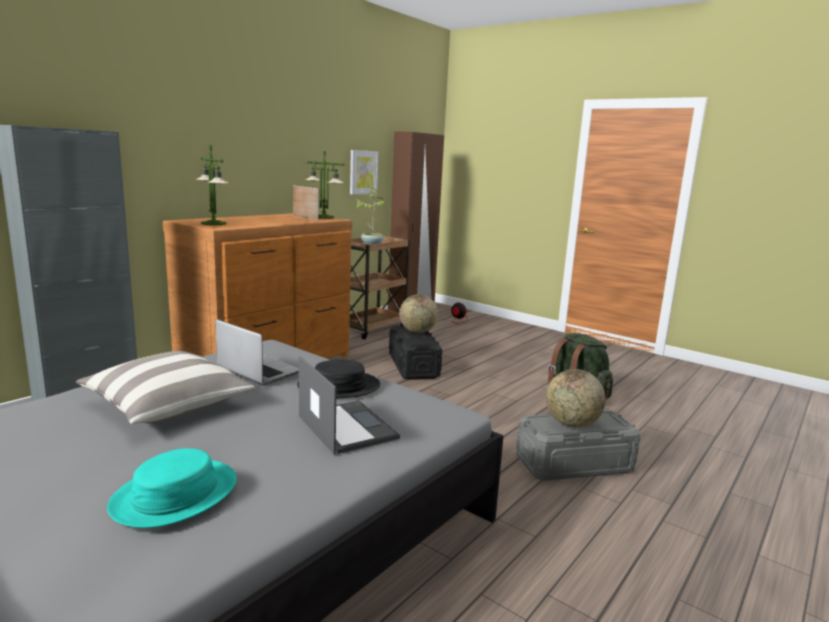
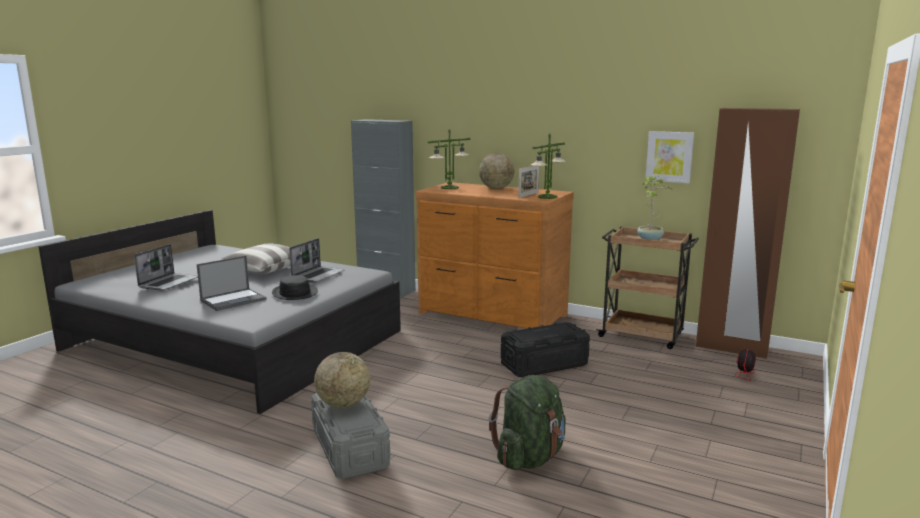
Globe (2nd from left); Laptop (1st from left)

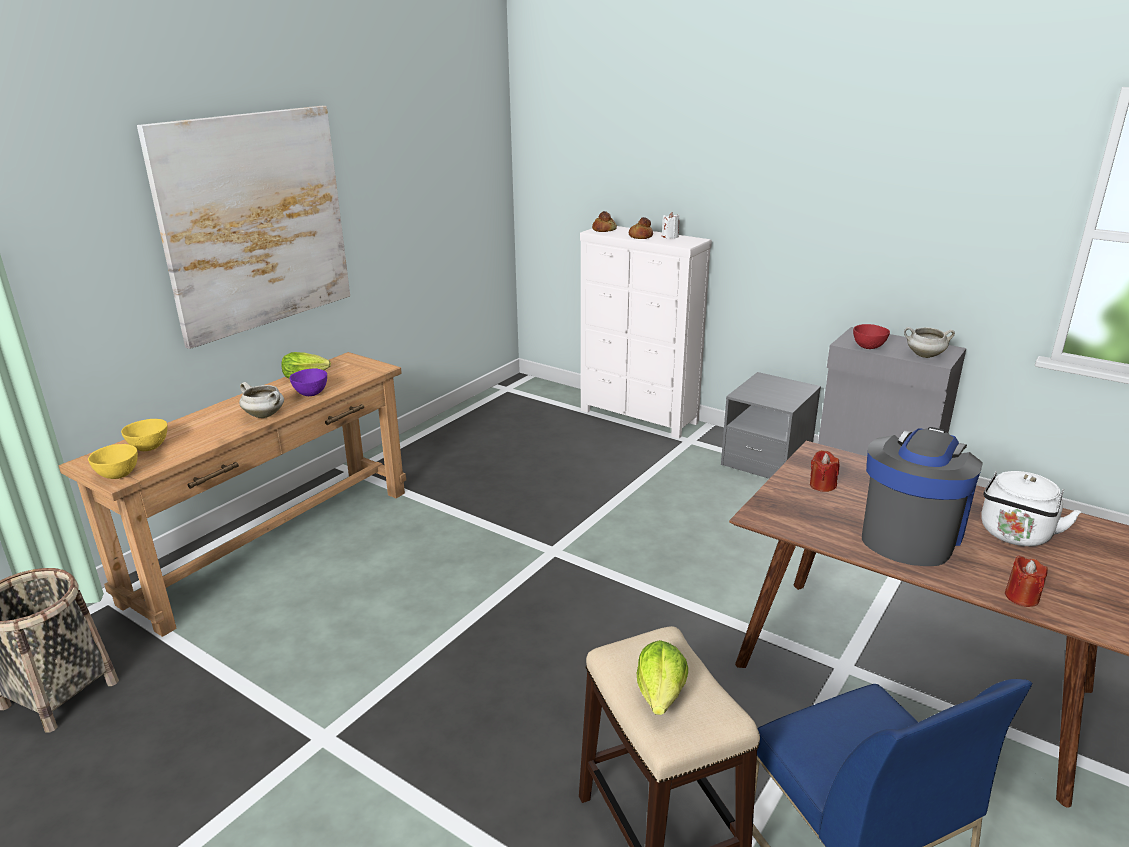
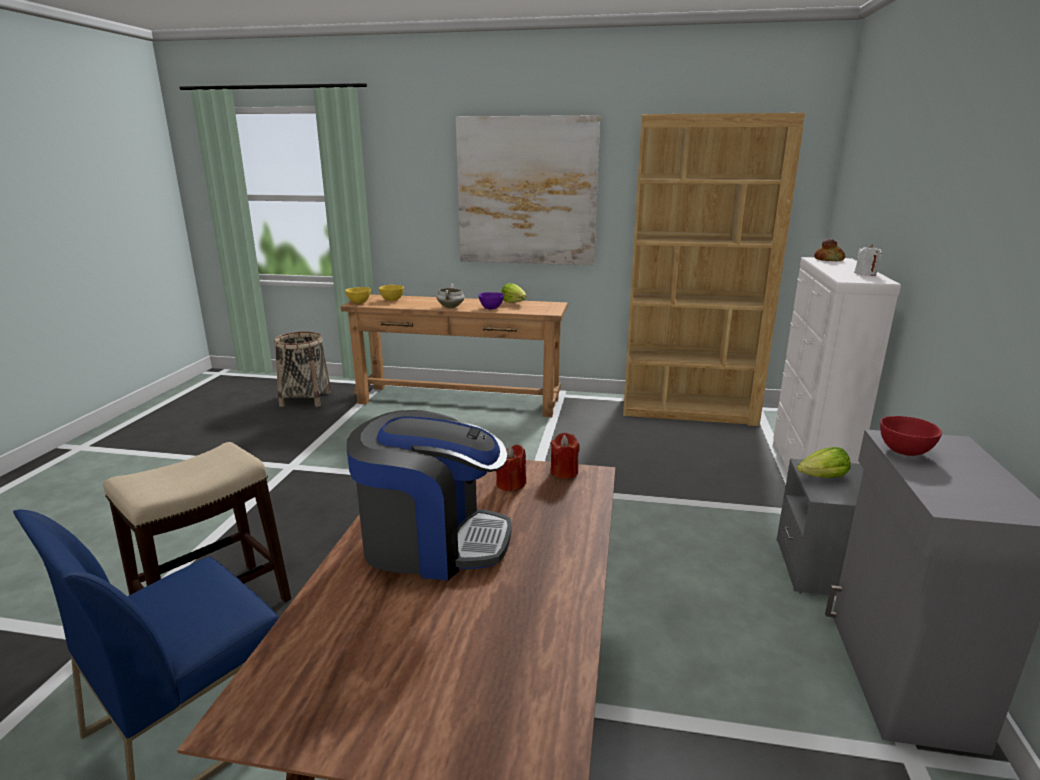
Bread (2nd from left in the first image); WhitishSaucepot (2nd from left in the first image); WhitishTeaKettle; BrownishShelvingUnit; LettuceHead (2nd from left); ReddishWaxLight (2nd from left)

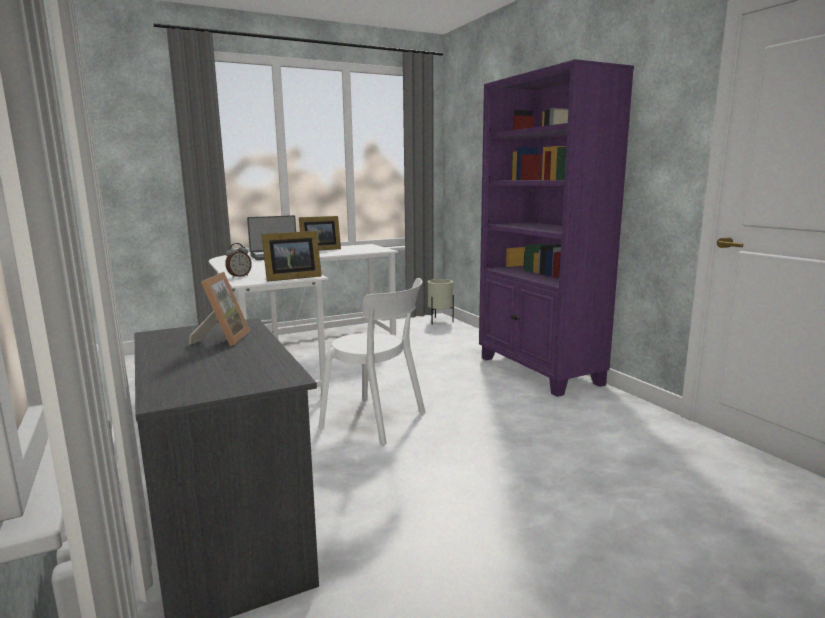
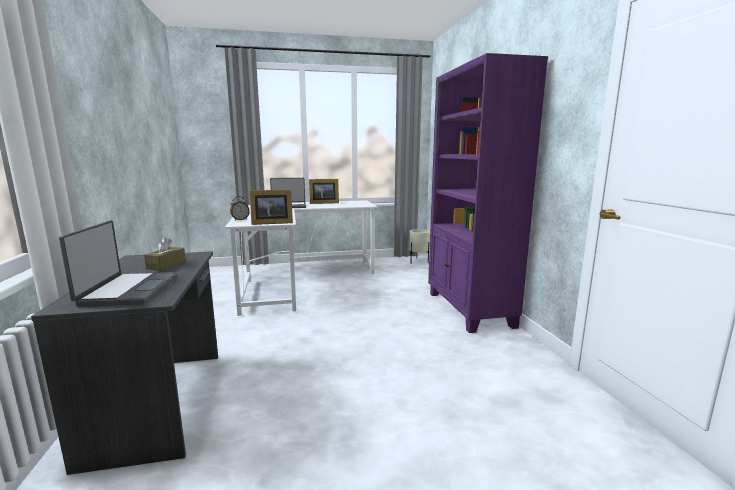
WhitishChair; Laptop (1st from left); BrownishBoxOfTissues

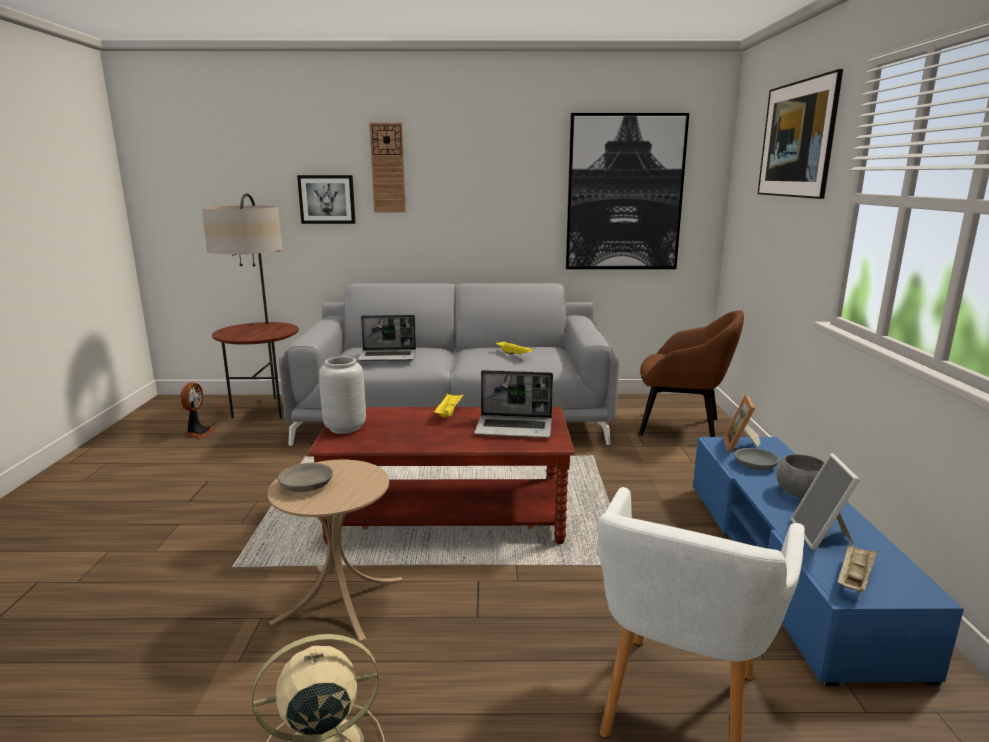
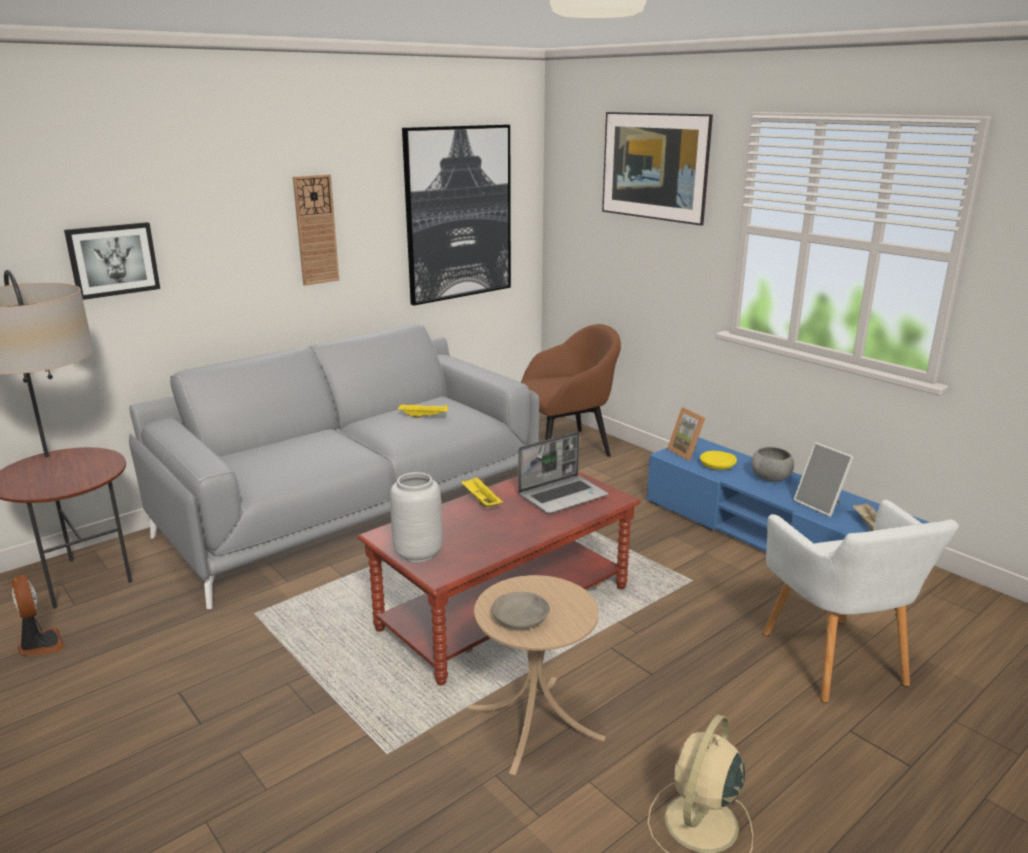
Laptop (1st from left in the first image); WallClock; YellowColouredServingBowl

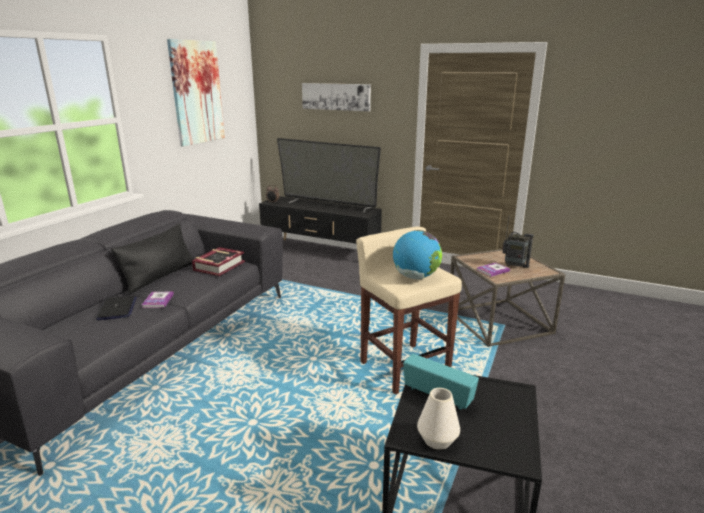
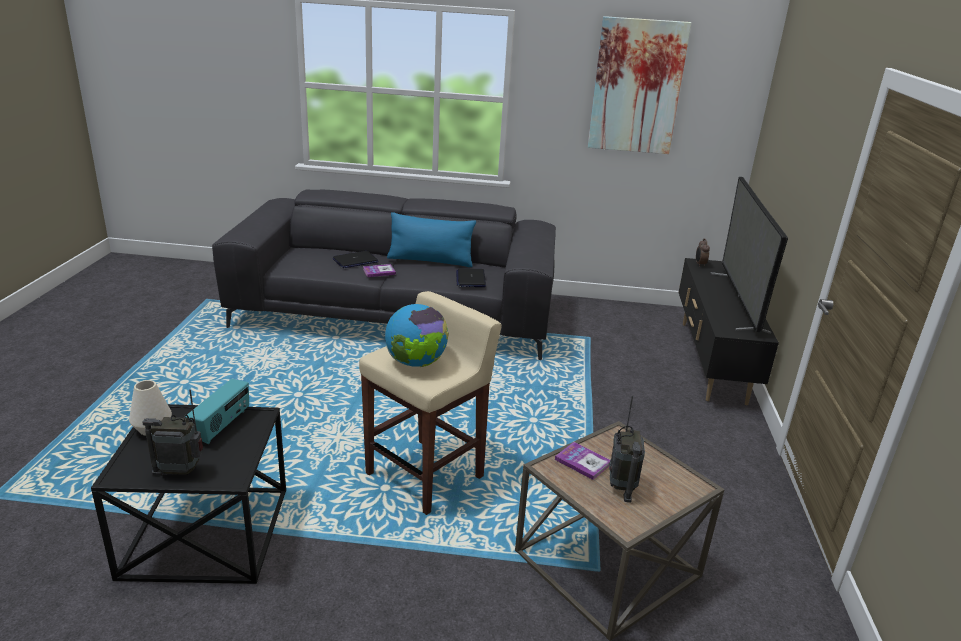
WallPicture (2nd from left in the first image); RadioSet (1st from left); Laptop (2nd from left); BlueColouredThrowPillow

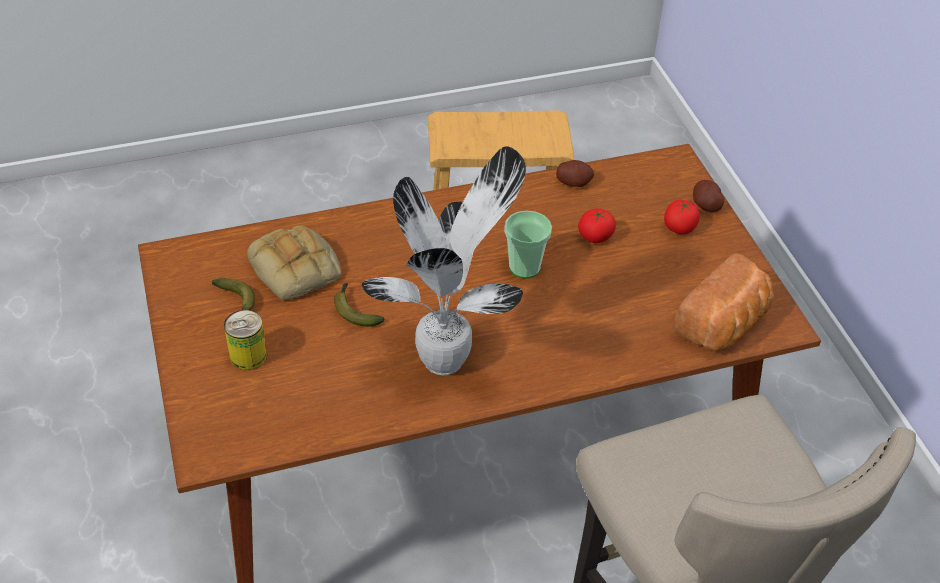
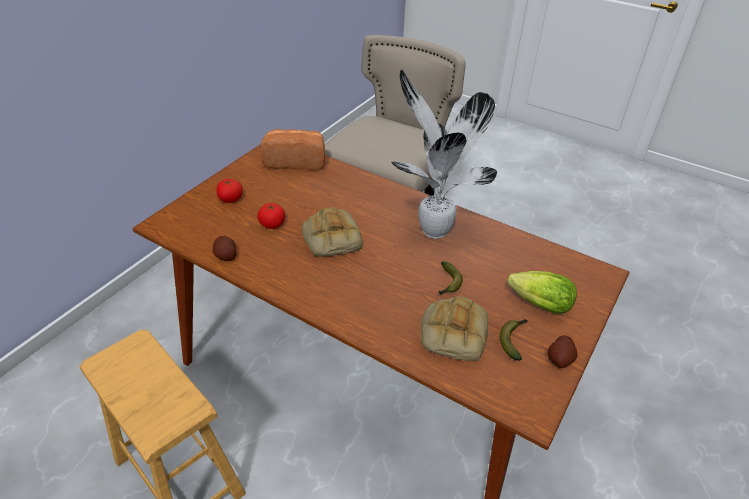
Potato (2nd from left); LettuceHead; Bread (2nd from left)

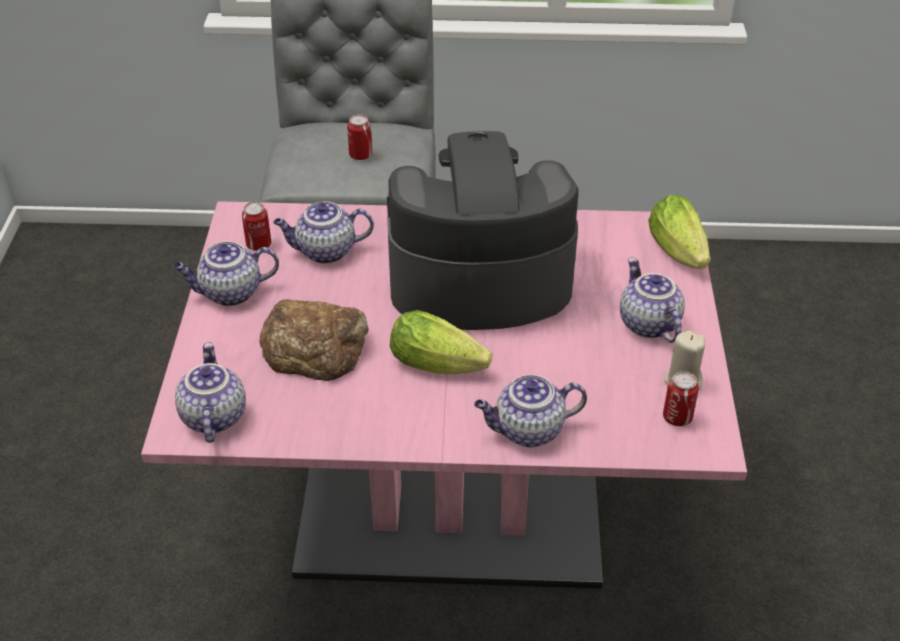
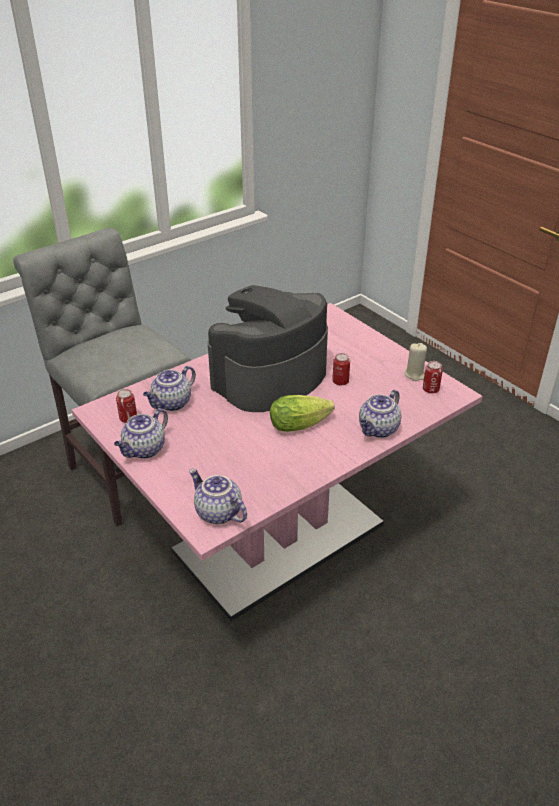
Bread; PotForTea (5th from left in the first image); LettuceHead (2nd from left in the first image); Can (2nd from left)

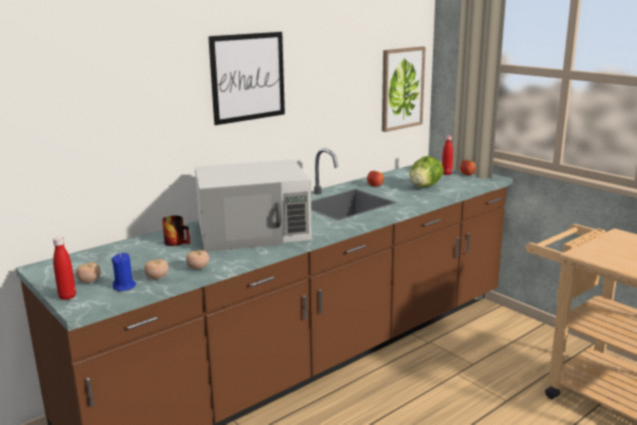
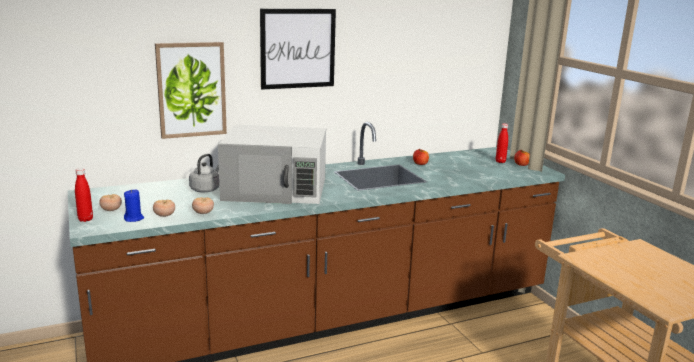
LettuceHead; WallPicture (1st from left); GreyishTeaKettle

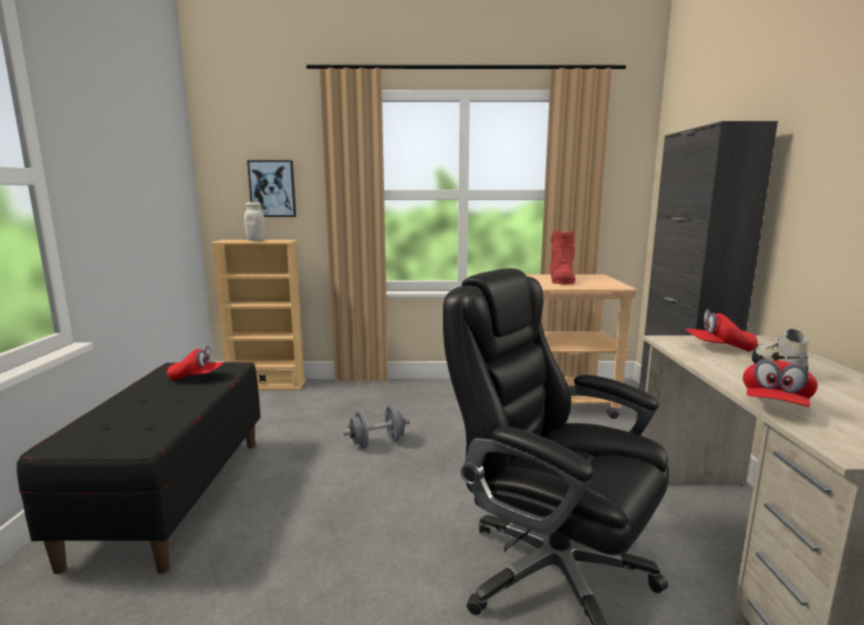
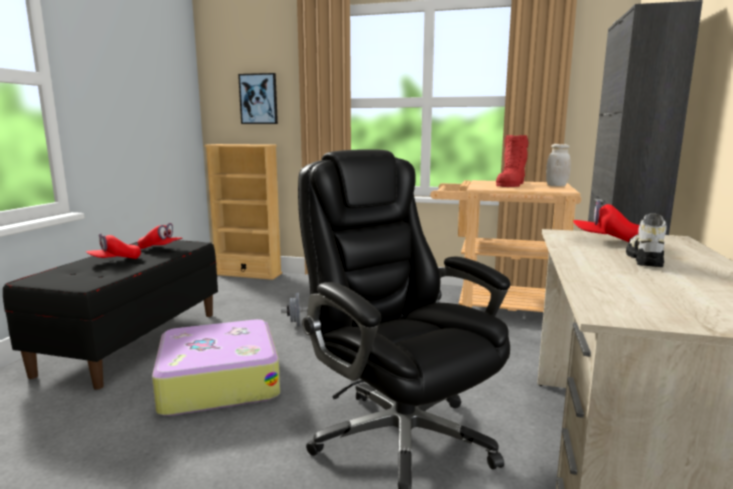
Suitcase; WhitishJar; ReddishCap (1st from left)

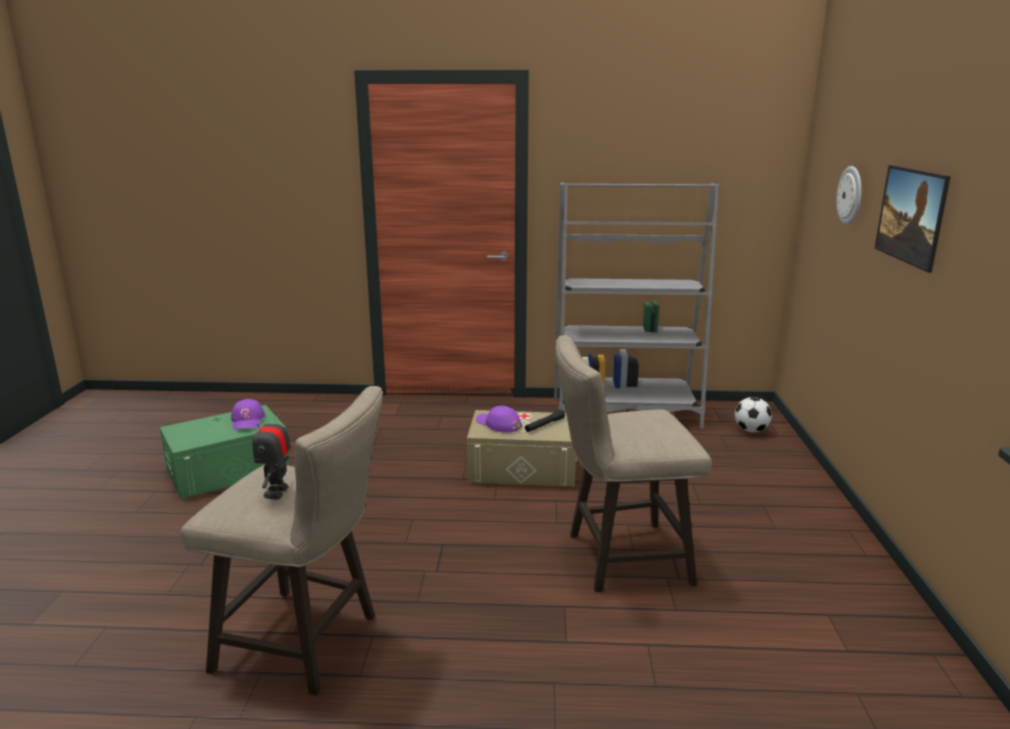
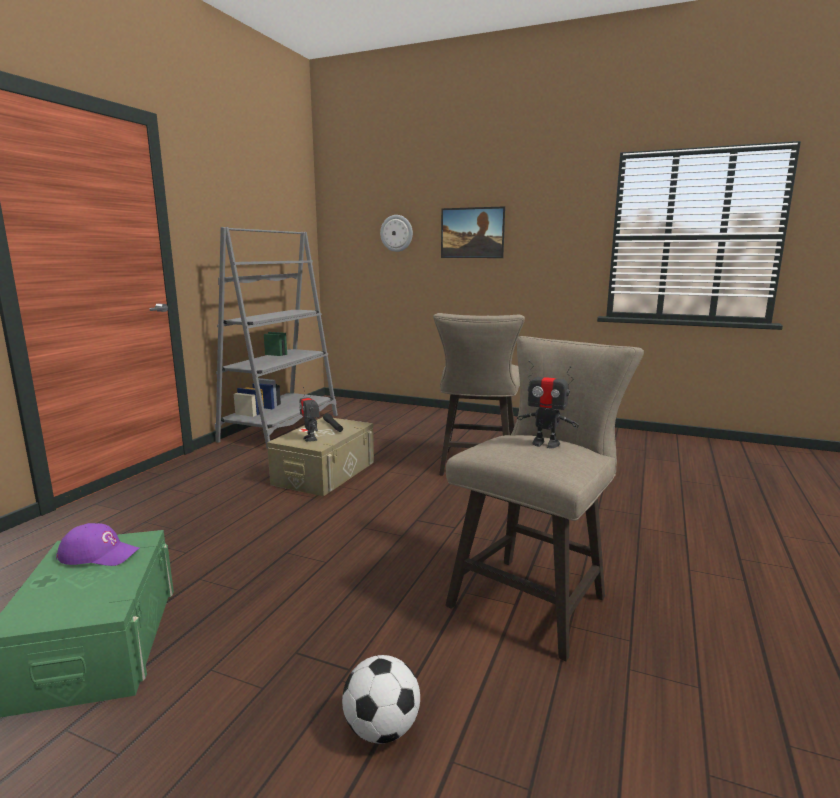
FootballBall; ToyRobot (1st from left)

